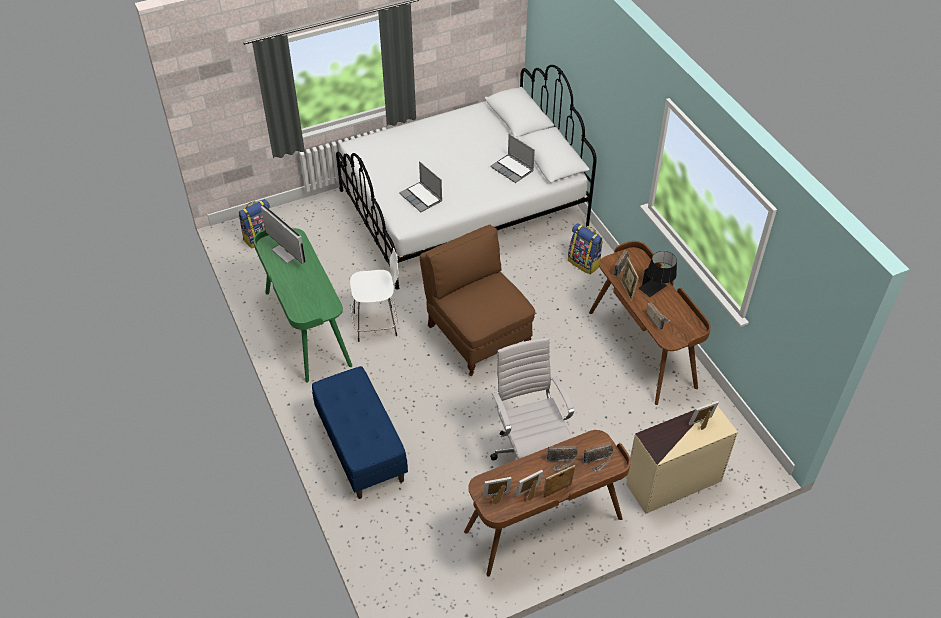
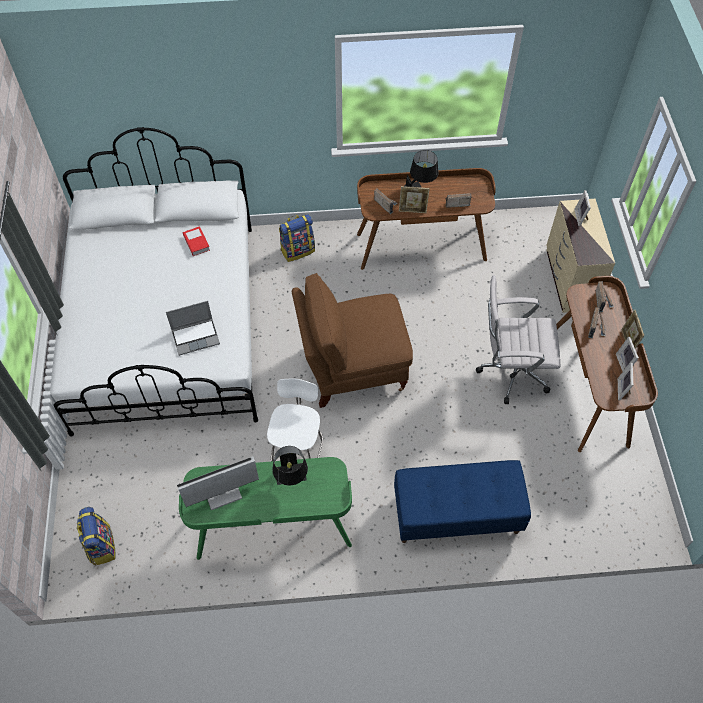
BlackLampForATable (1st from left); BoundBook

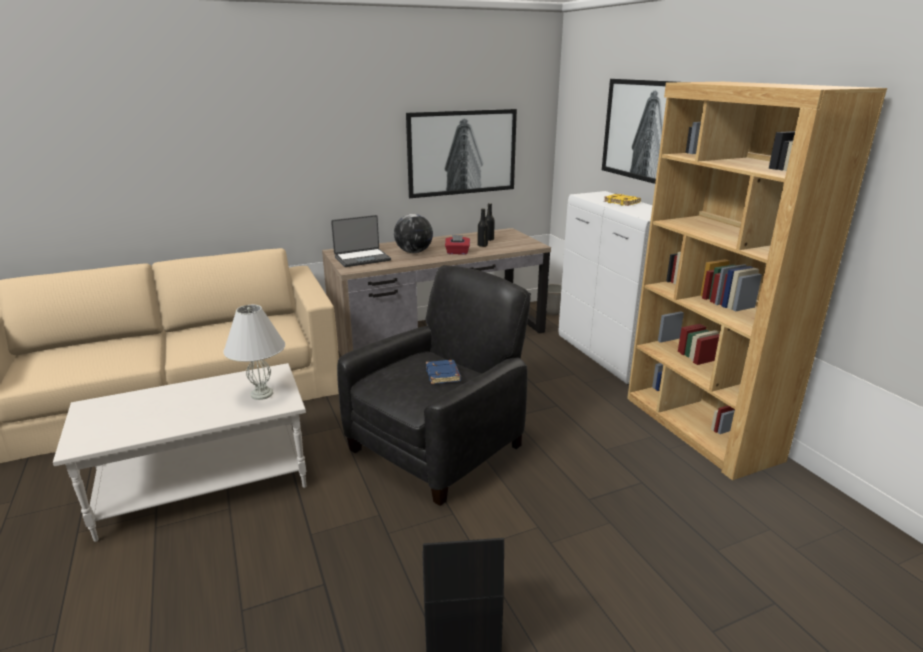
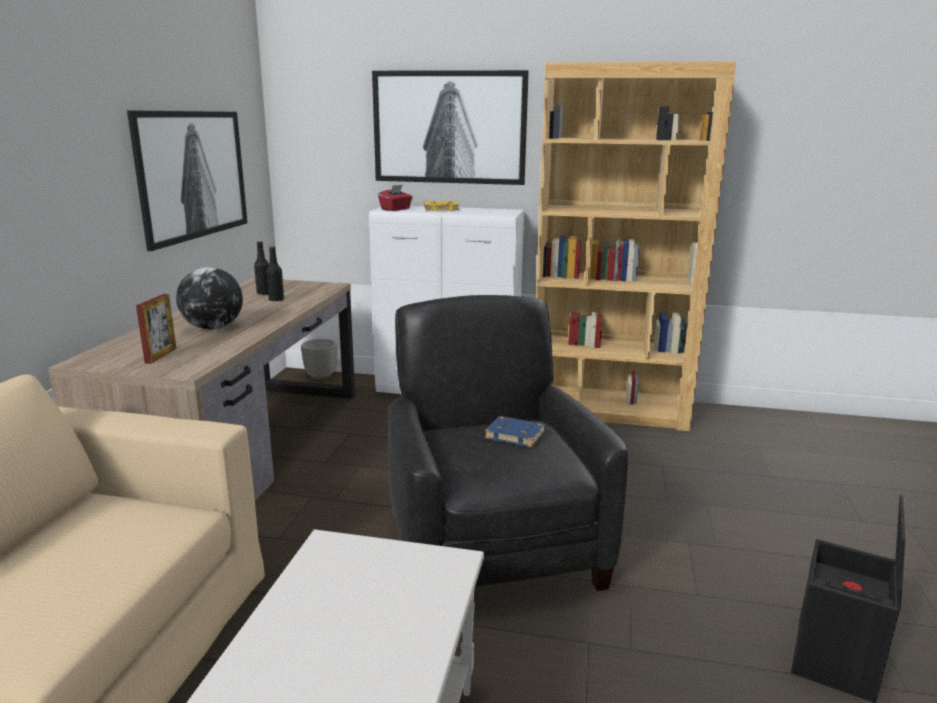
WhitishLampForATable; ReddishBoxOfTissues; PhotoFrame

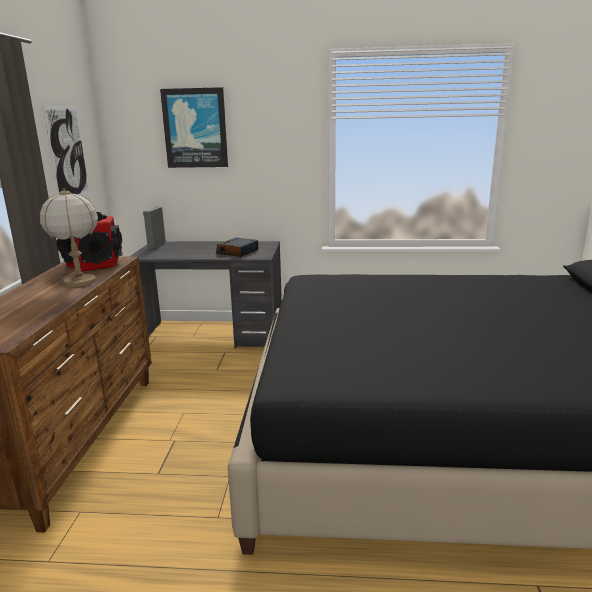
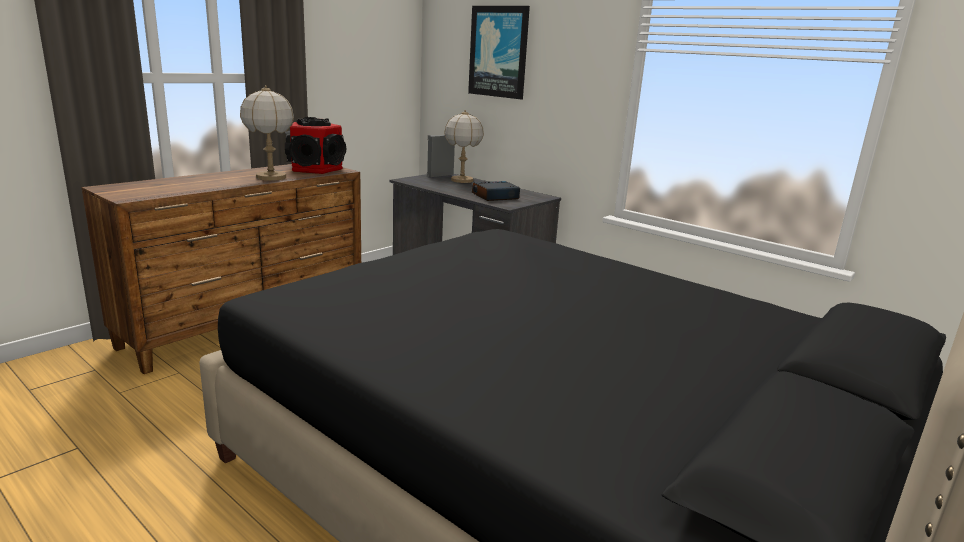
WallPicture (1st from left in the first image); LampForATable (2nd from left)

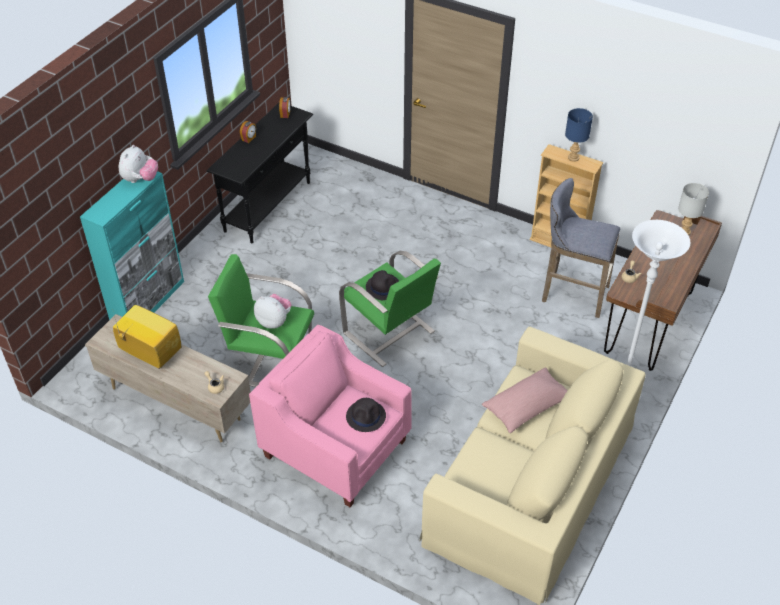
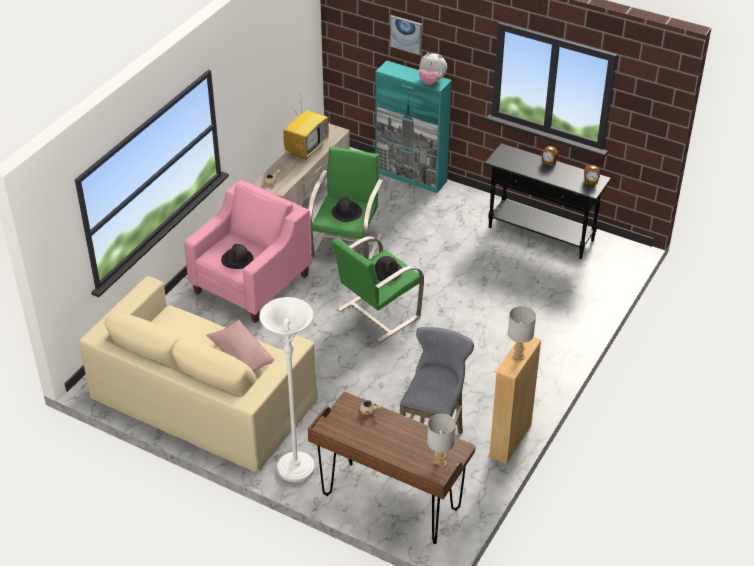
WallPicture; BlackWearableHat (2nd from left); GreyishLampForATable (2nd from left)

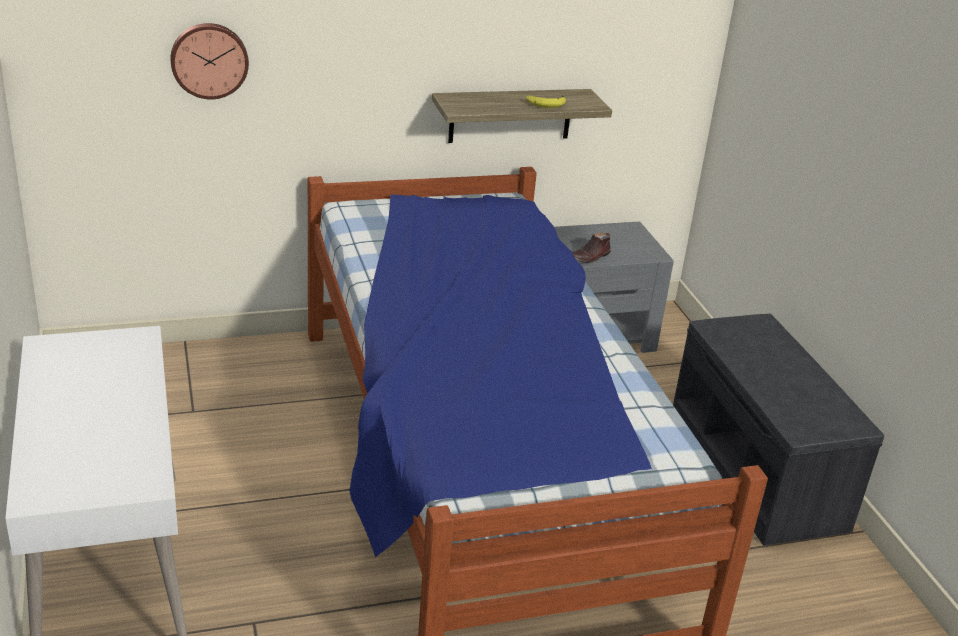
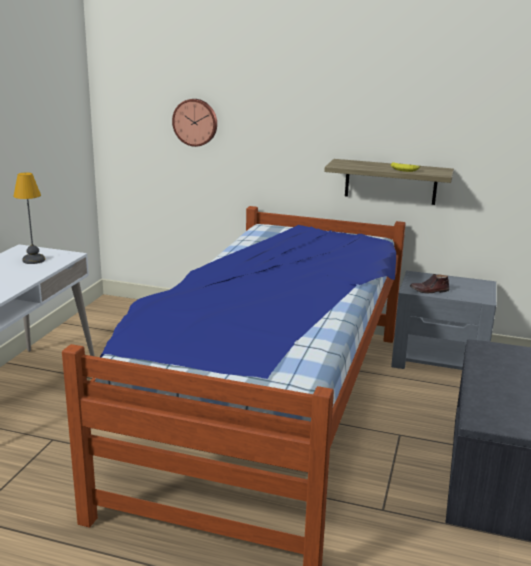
LampForATable

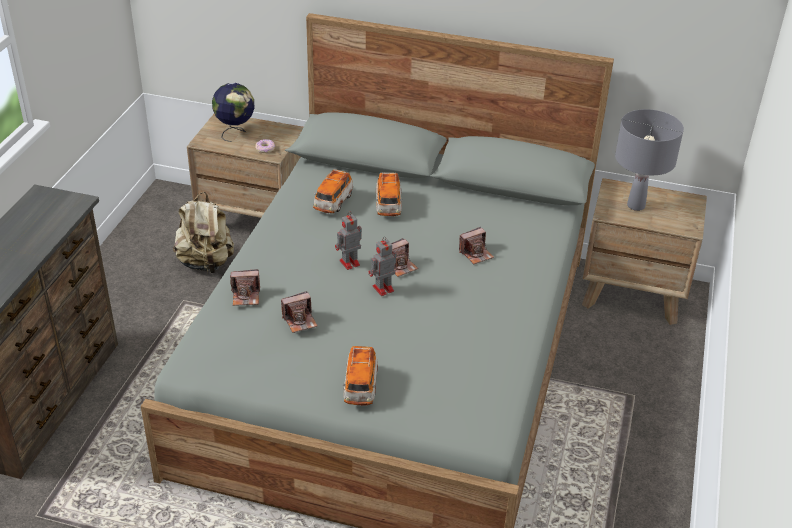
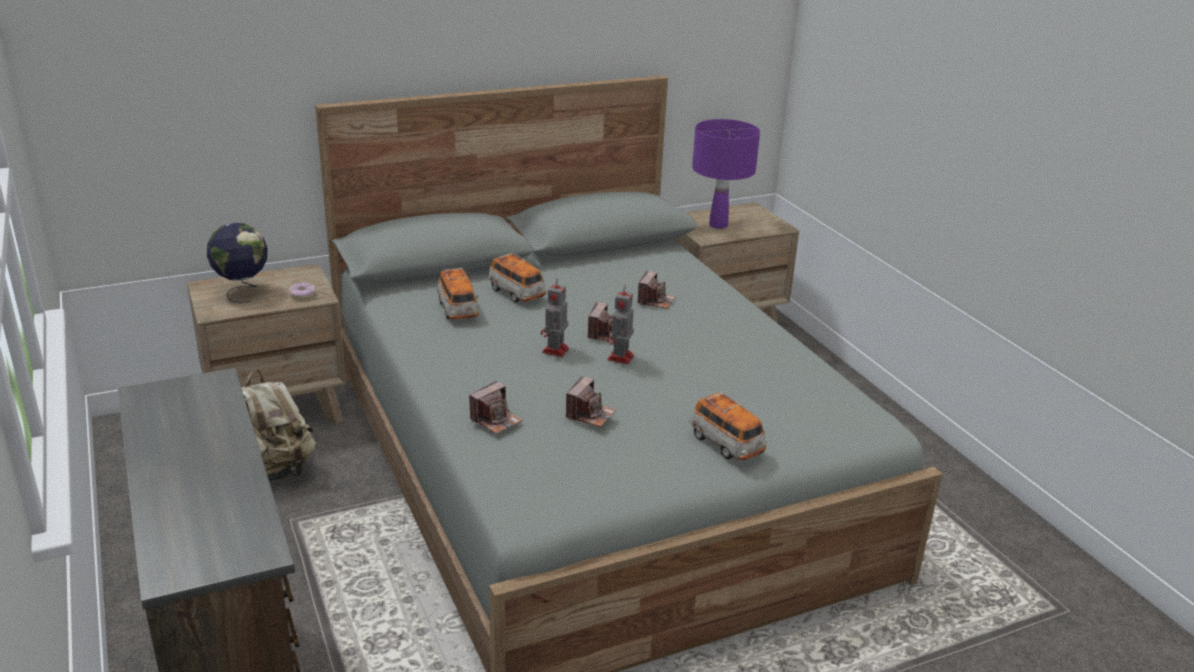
PurpleLampForATable

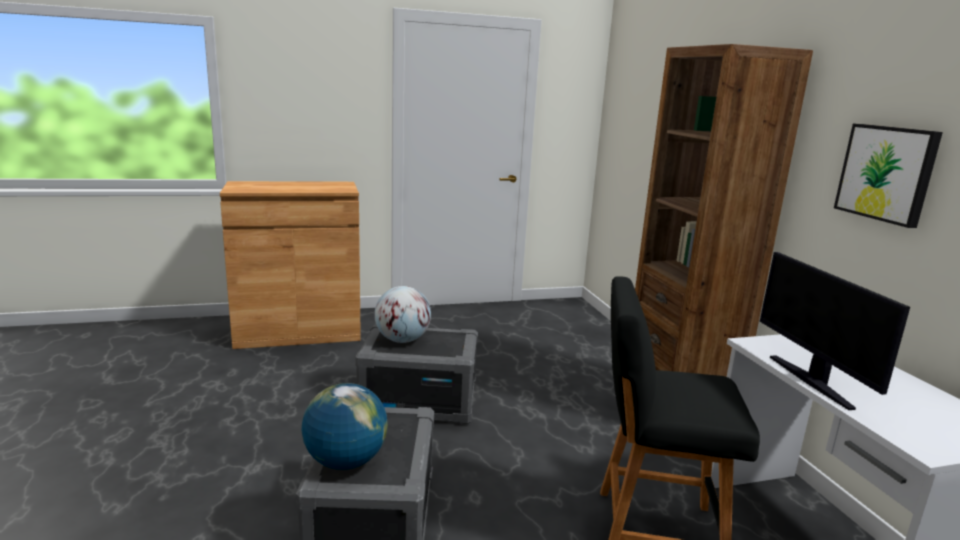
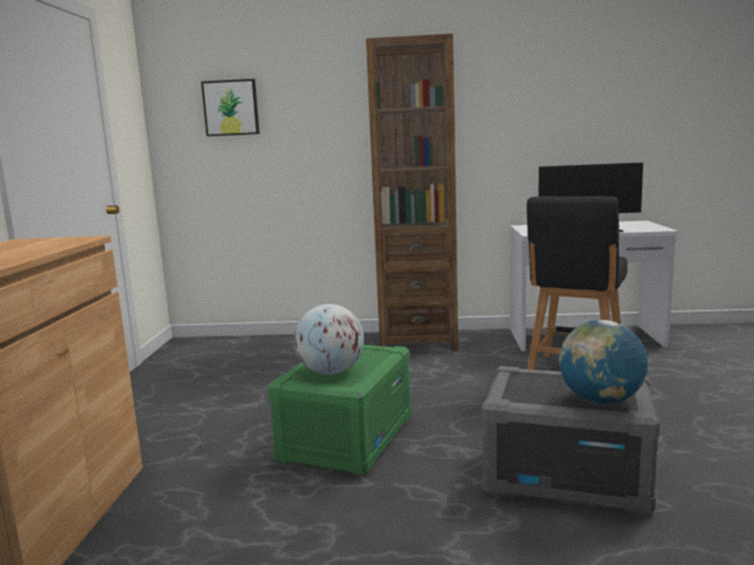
WallPicture; GreenColouredStorageBox

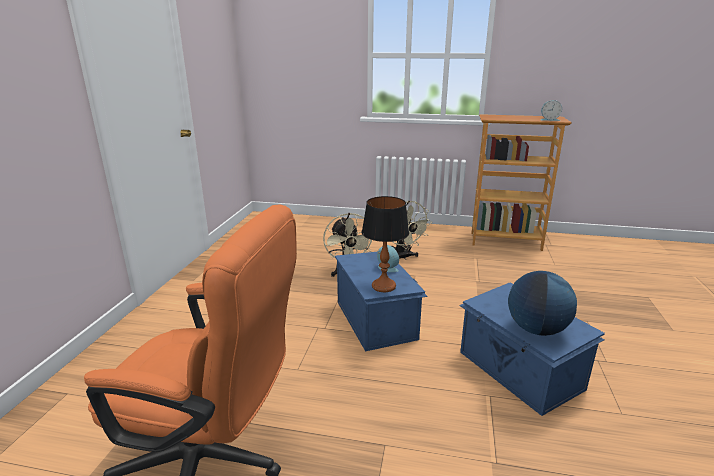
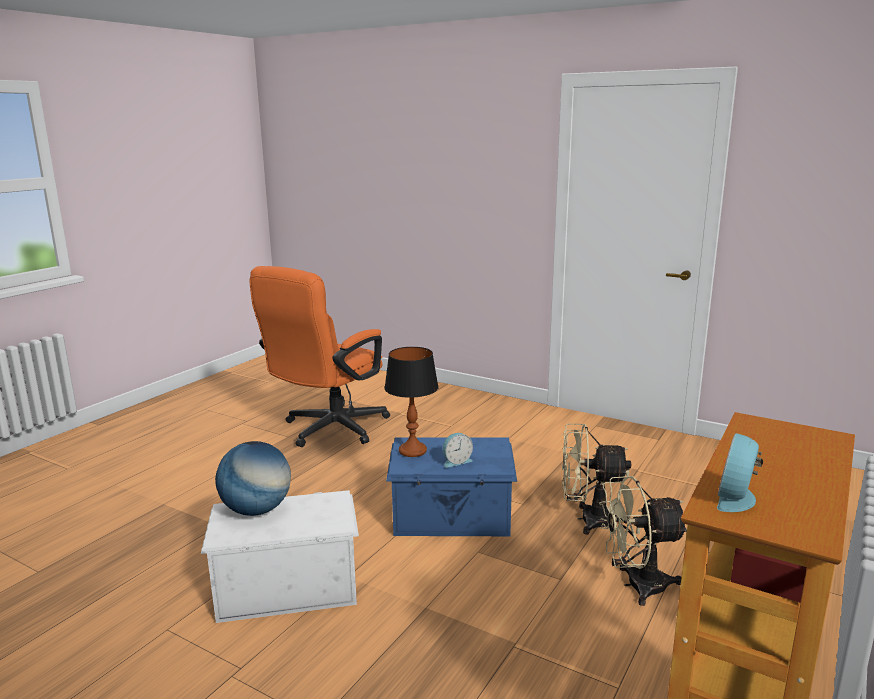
WhitishStorageBox

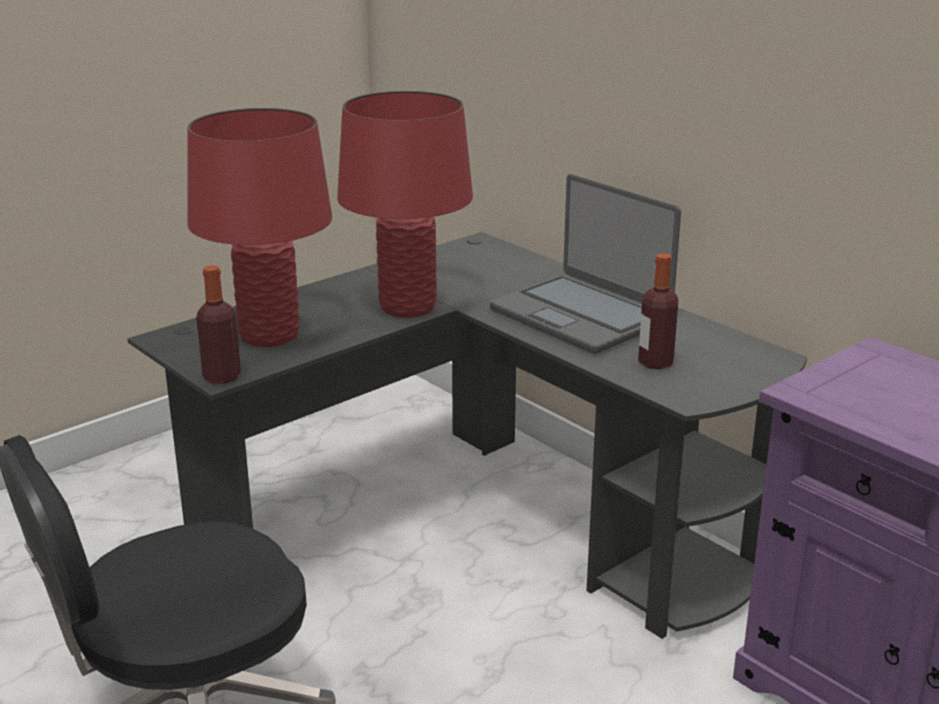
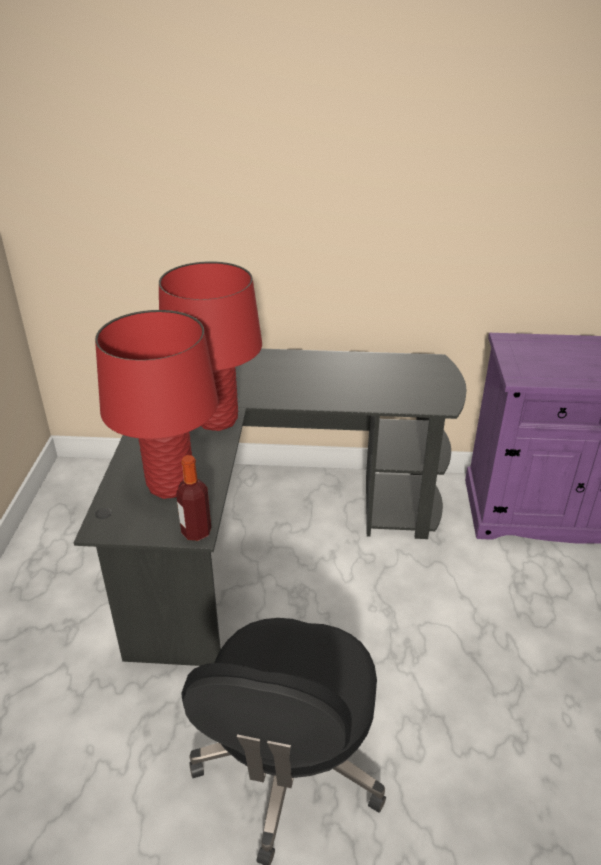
Laptop; Bottle (2nd from left in the first image)

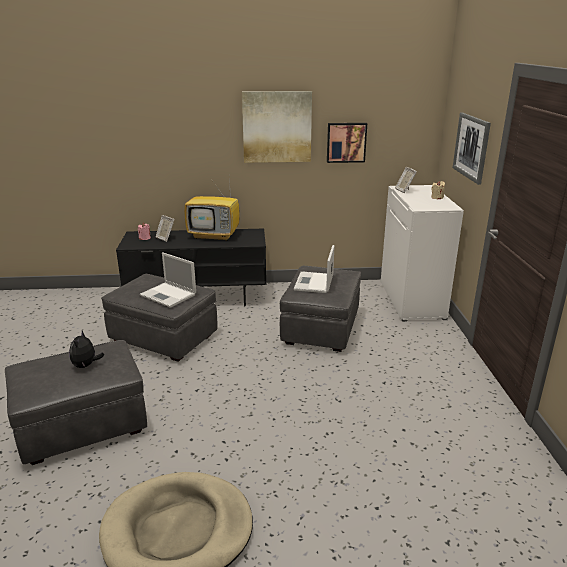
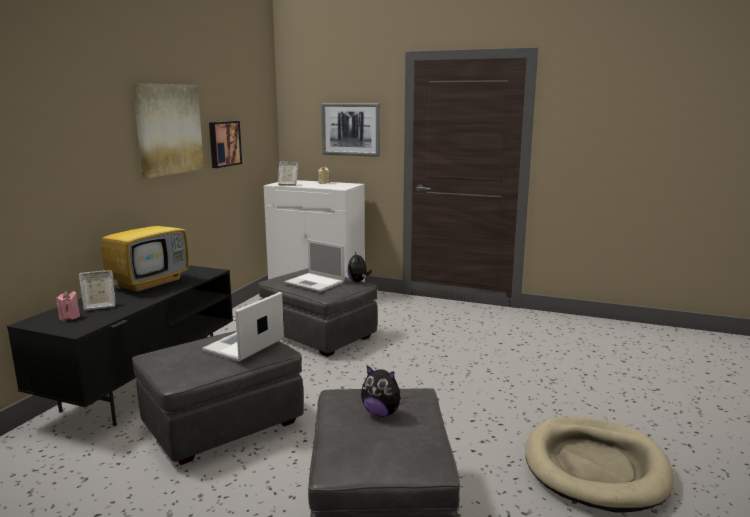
PlushToy (1st from left); Laptop (1st from left)

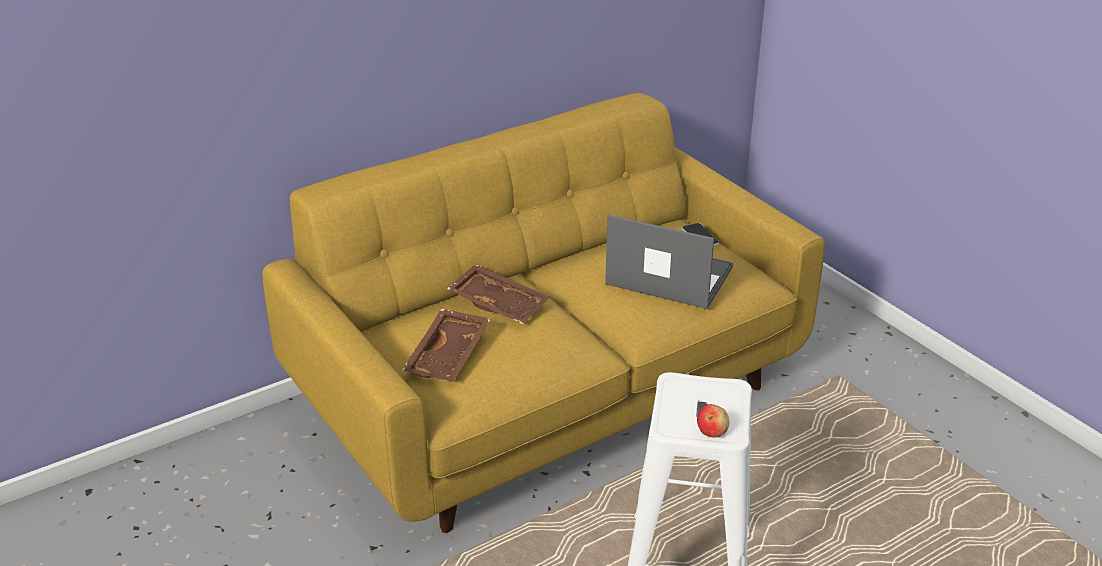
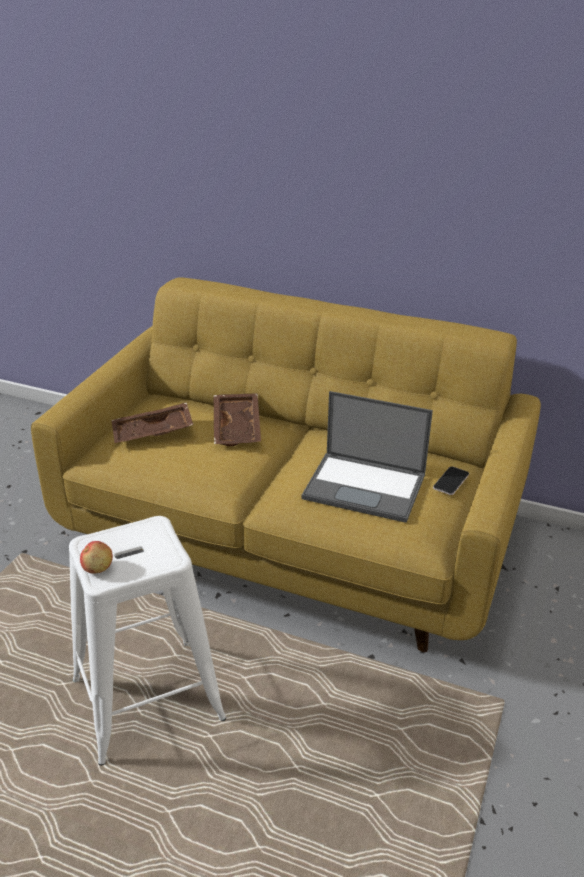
Laptop

